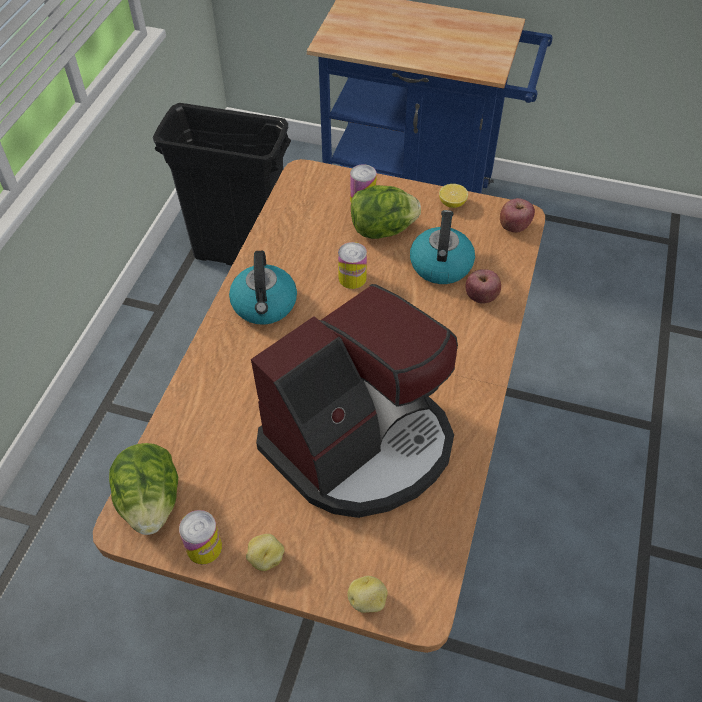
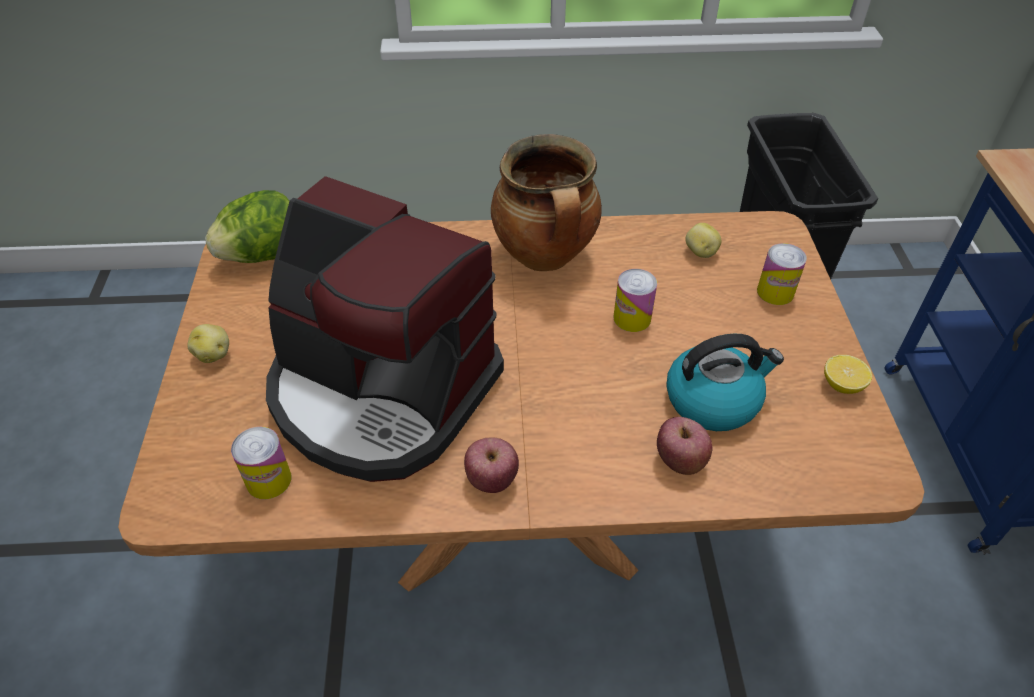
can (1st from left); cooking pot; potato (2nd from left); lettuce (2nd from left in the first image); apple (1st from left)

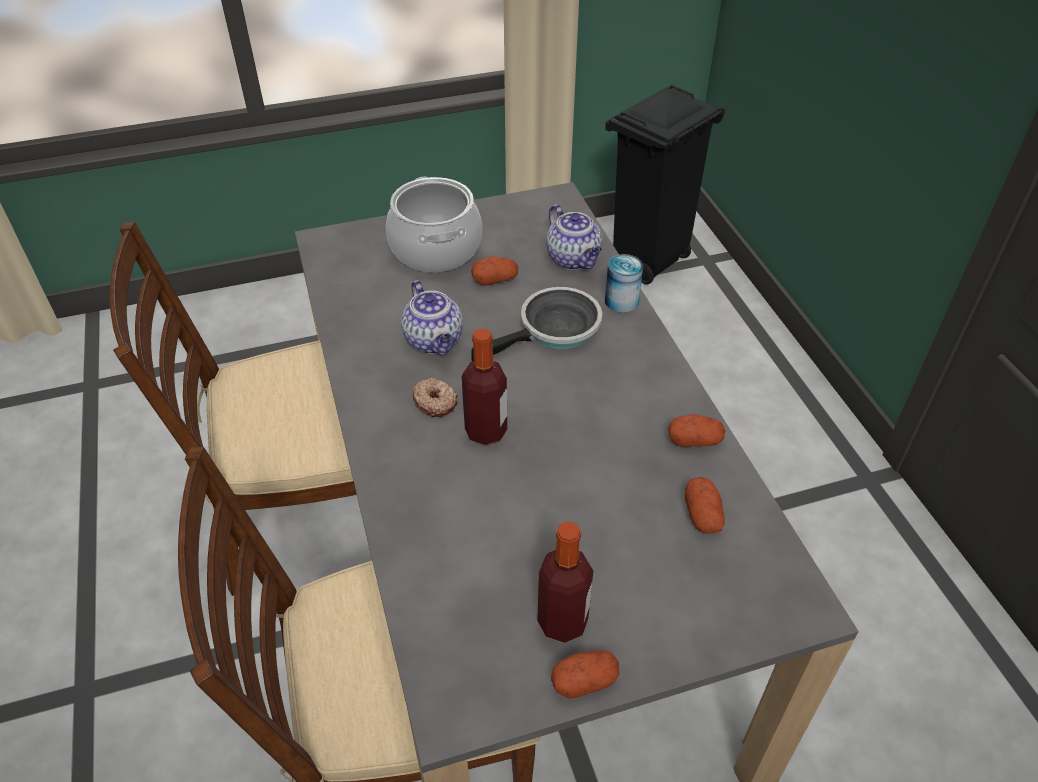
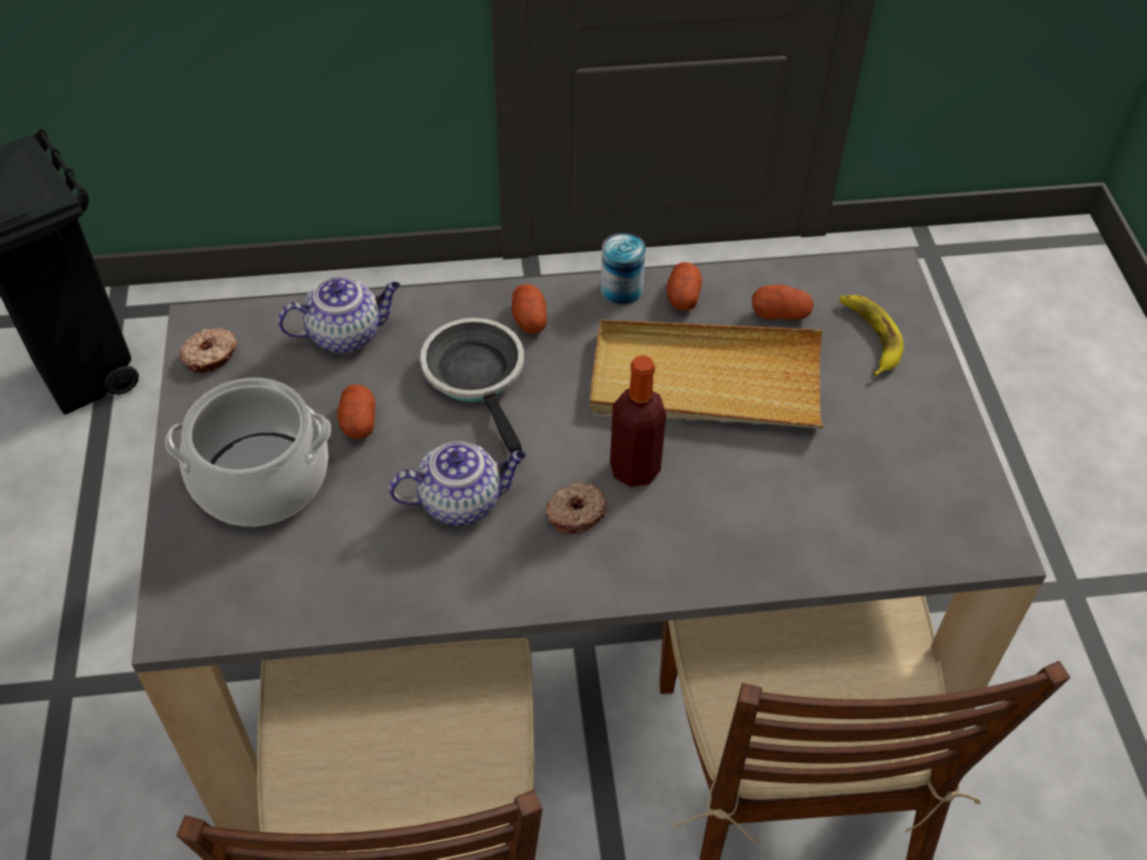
bottle (2nd from left in the first image); potato (2nd from left); can; donut (1st from left); tray in beige; banana

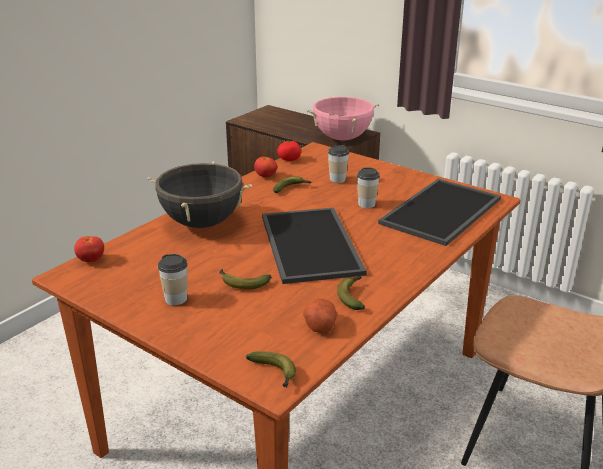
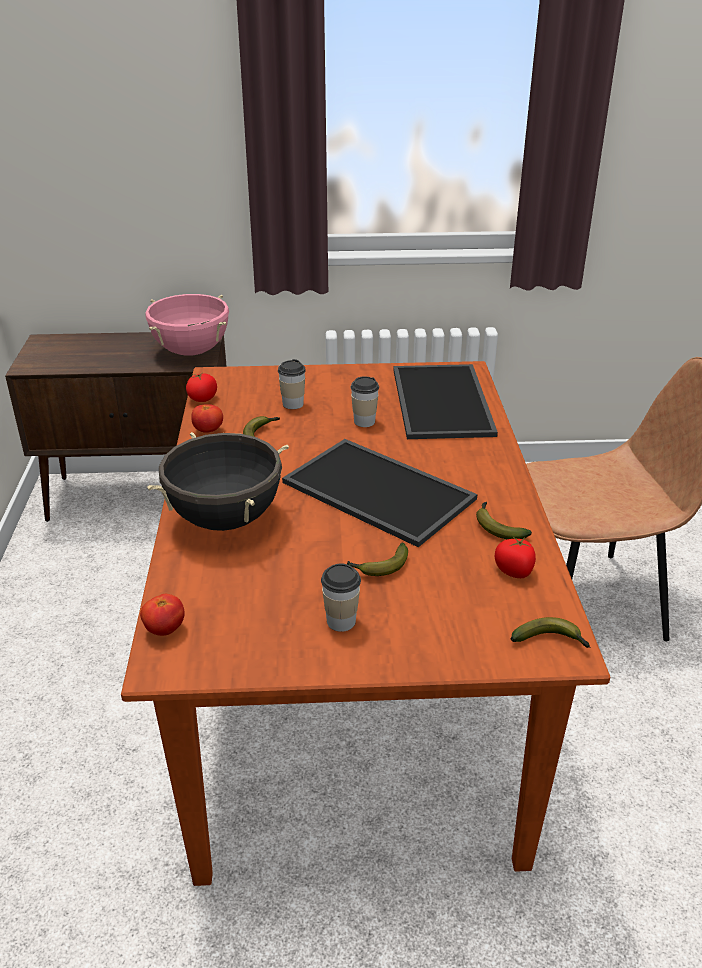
tomato (4th from left)

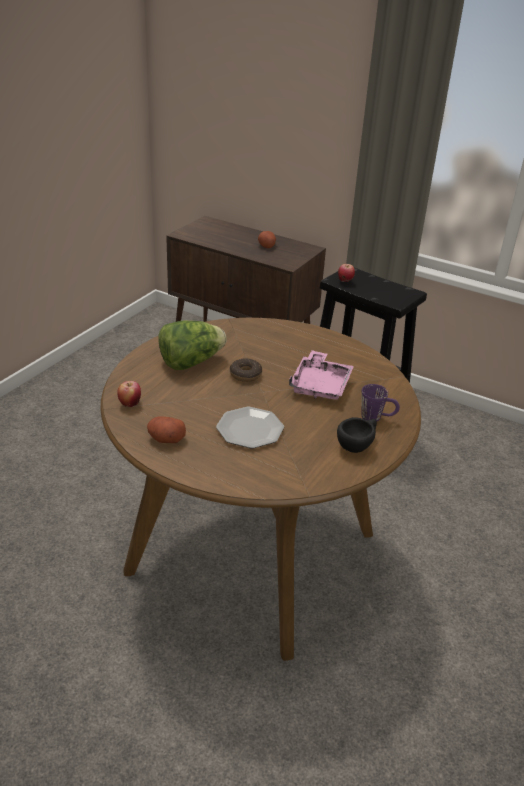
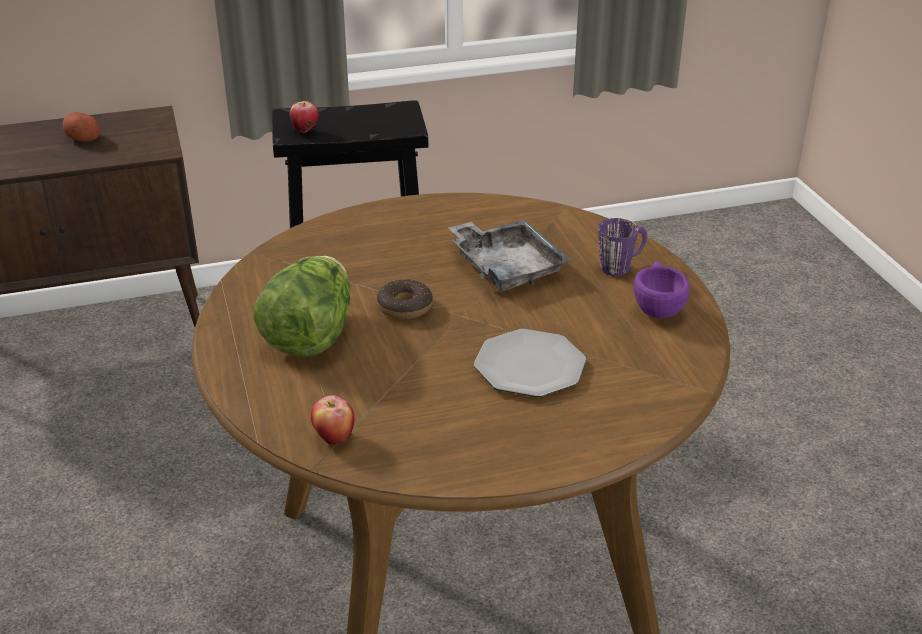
potato (1st from left in the first image); tray in grey; cup in purple

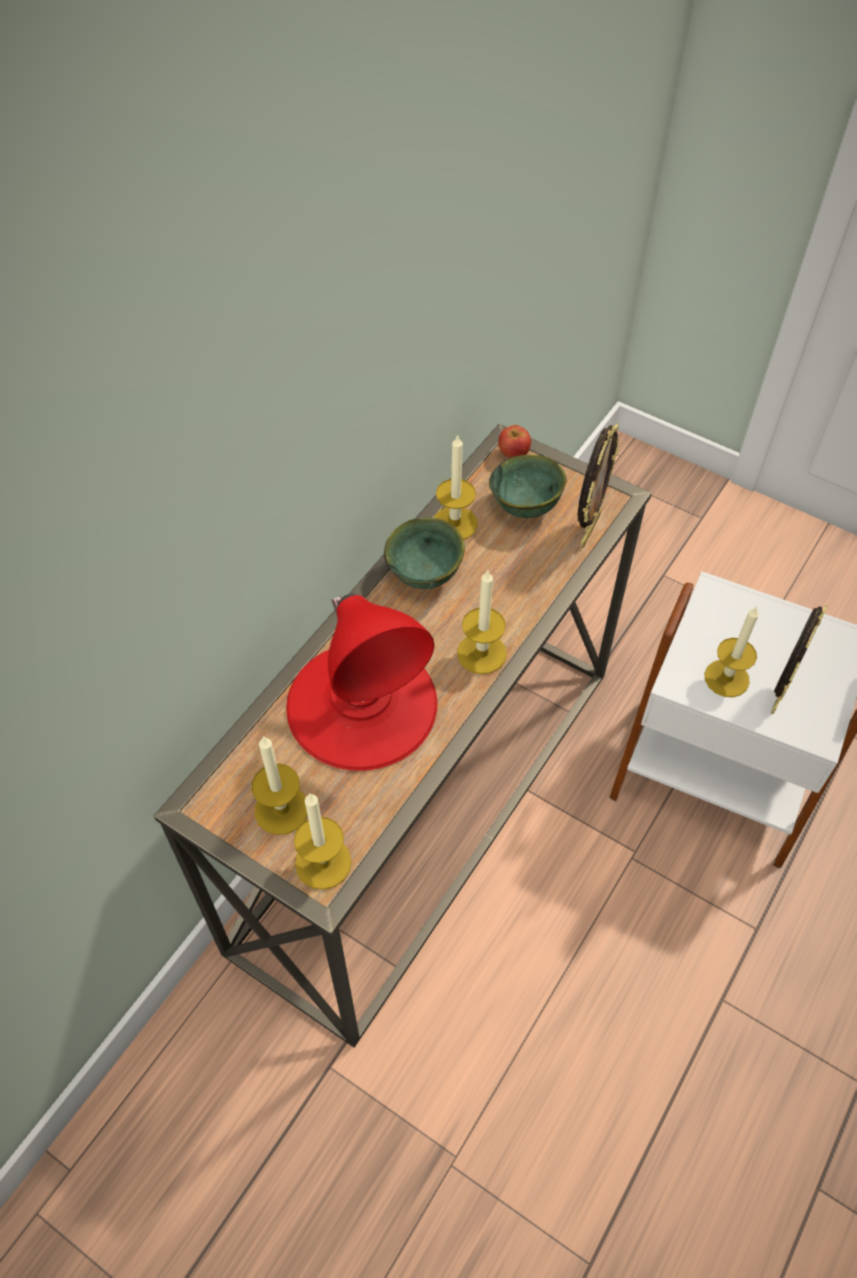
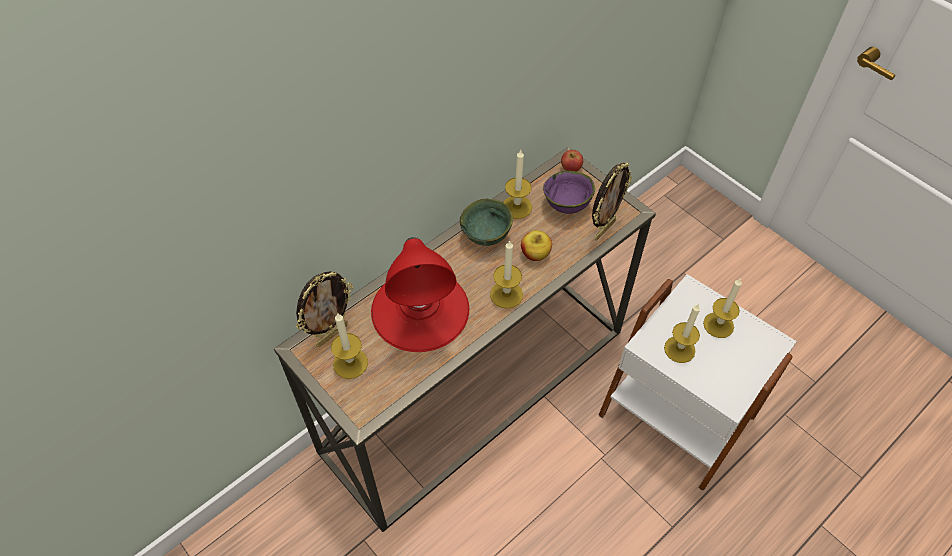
candle (5th from left); bowl in purple; picture frame (1st from left); apple (1st from left)

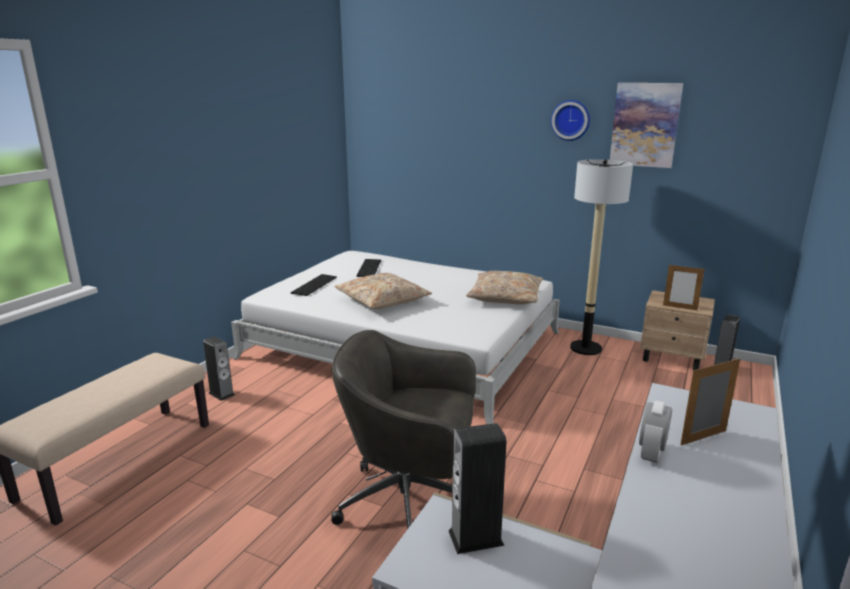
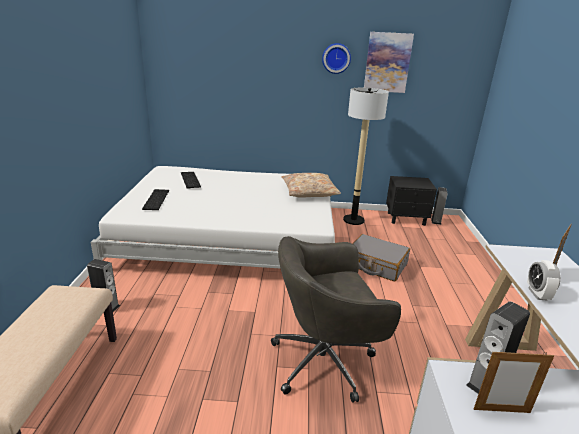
pillow in beige (1st from left in the first image); nightstand in black; picture frame (1st from left); suitcase in grey

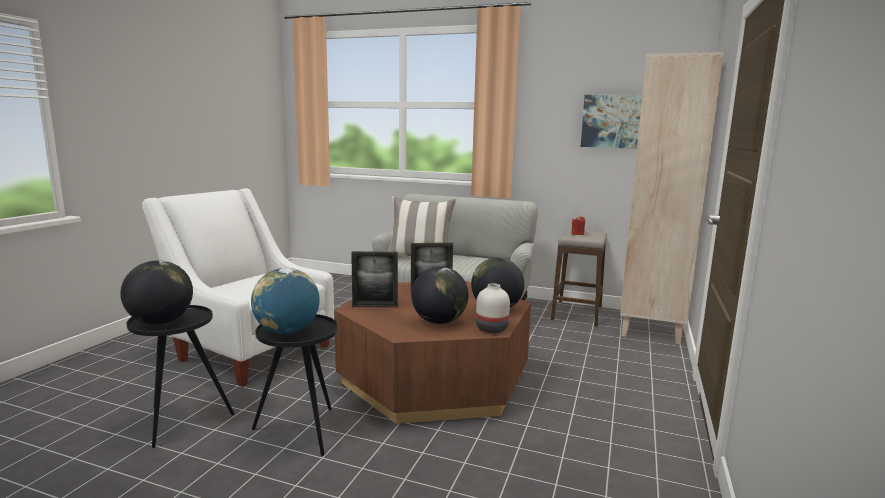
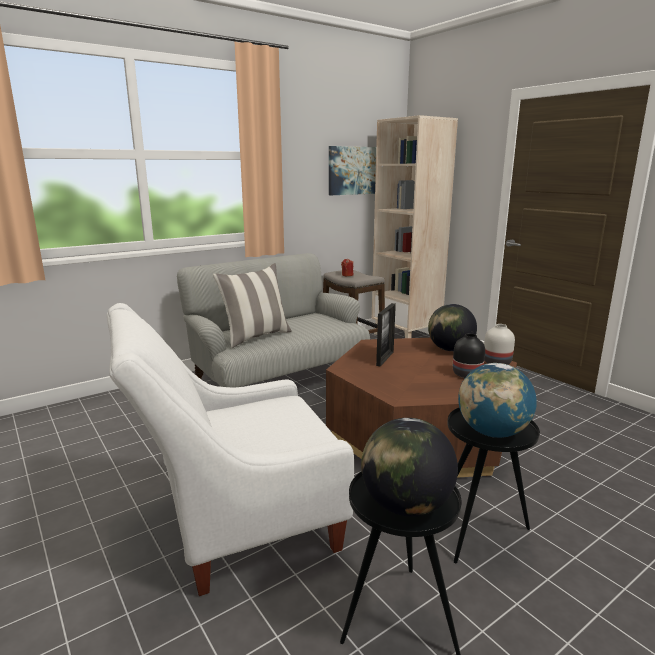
picture frame (1st from left in the first image); vase in black

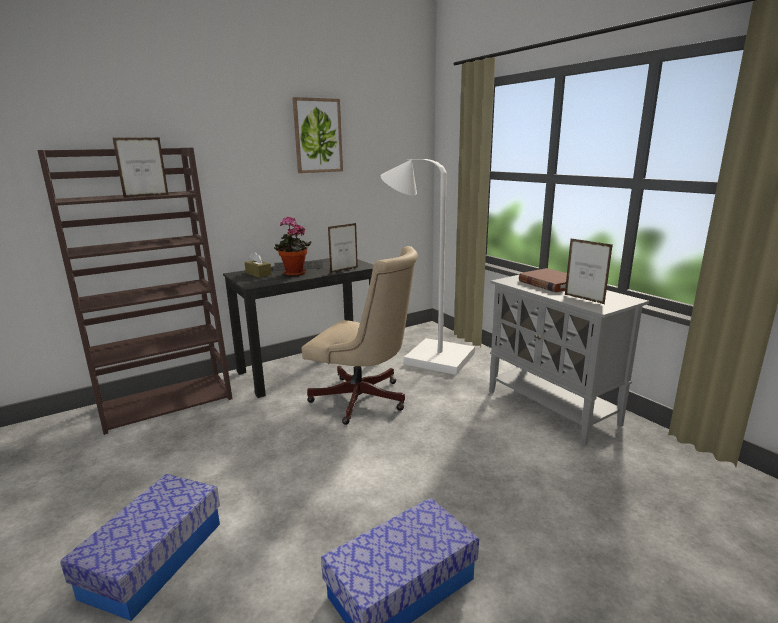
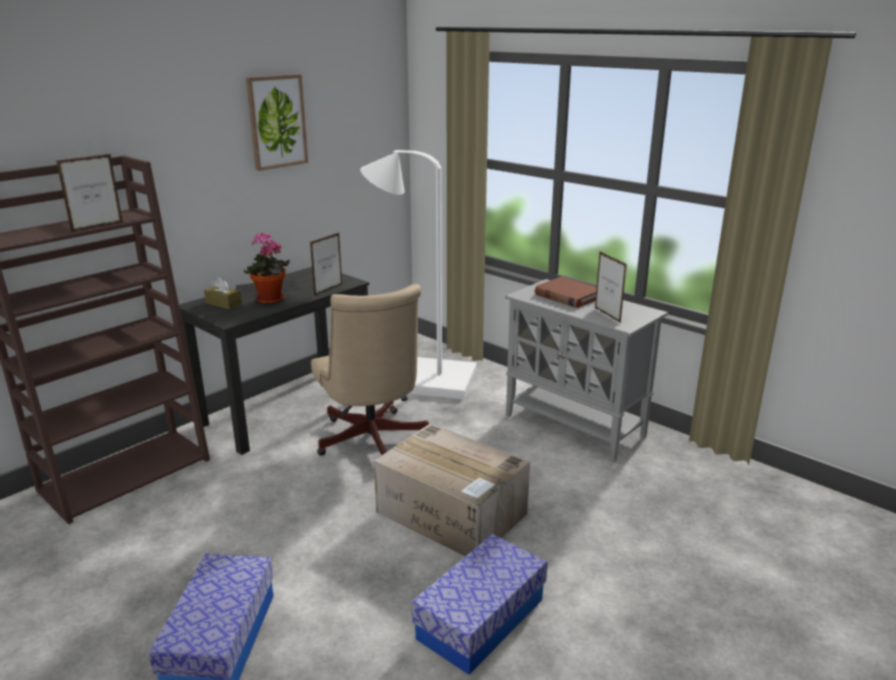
office chair in beige; picture frame (3rd from left); cardboard box

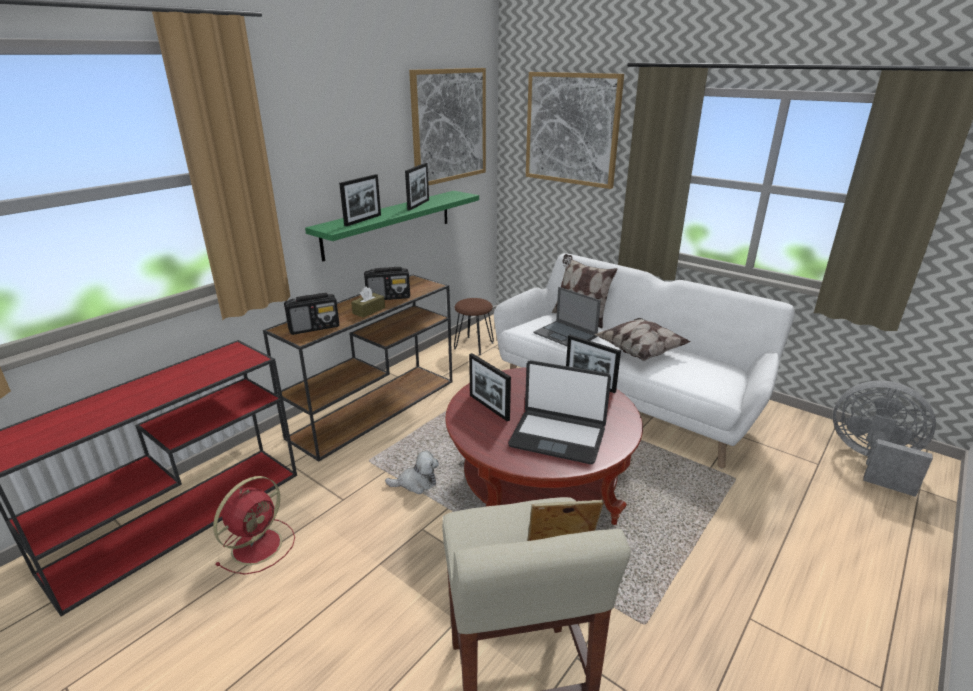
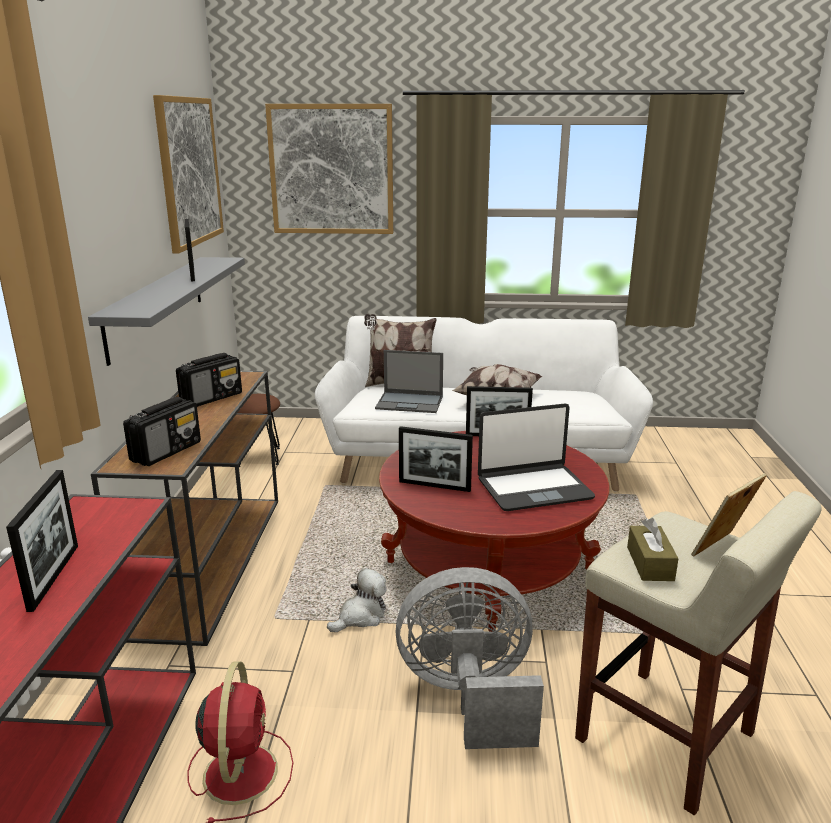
shelf in grey; picture frame (1st from left); tissue box in brown; fan in grey

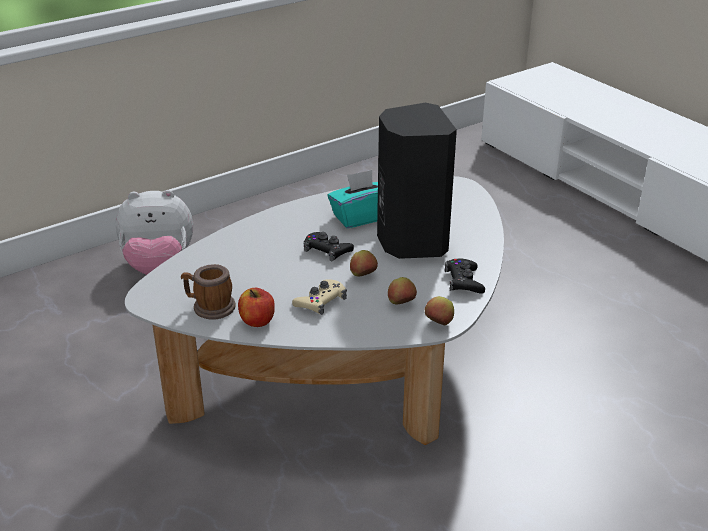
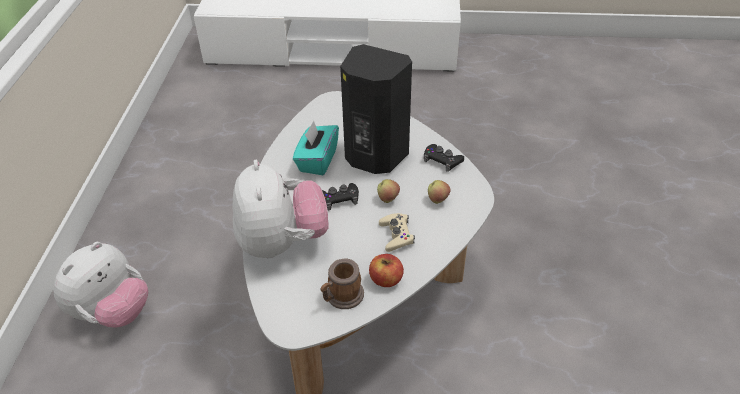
apple (4th from left in the first image); plush toy (2nd from left)

